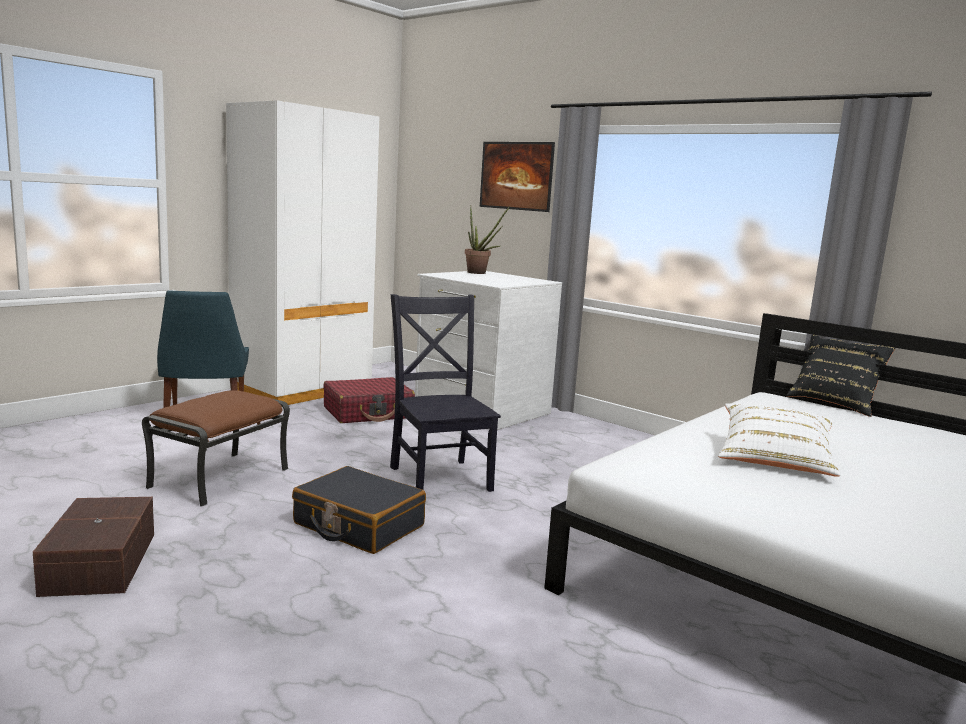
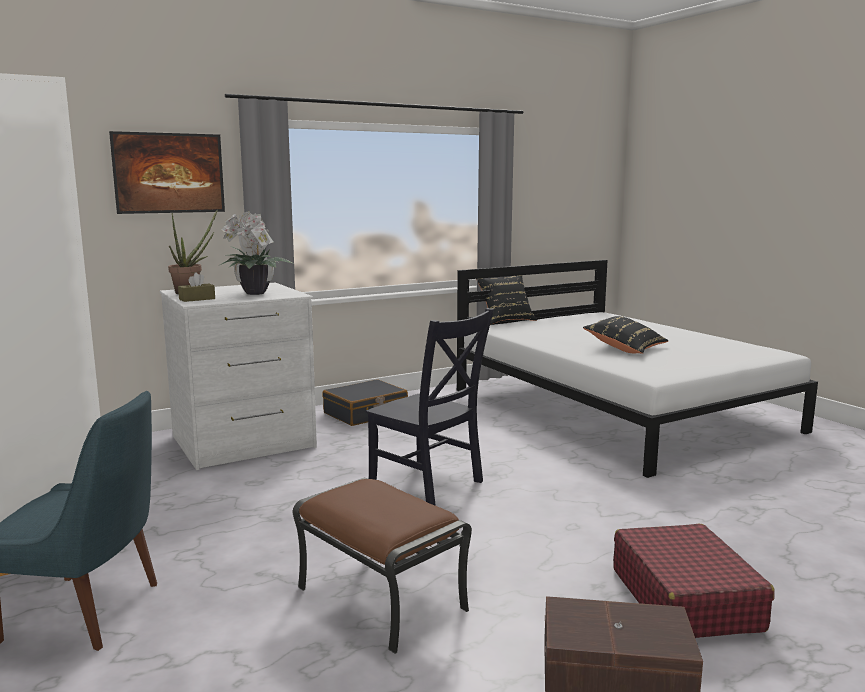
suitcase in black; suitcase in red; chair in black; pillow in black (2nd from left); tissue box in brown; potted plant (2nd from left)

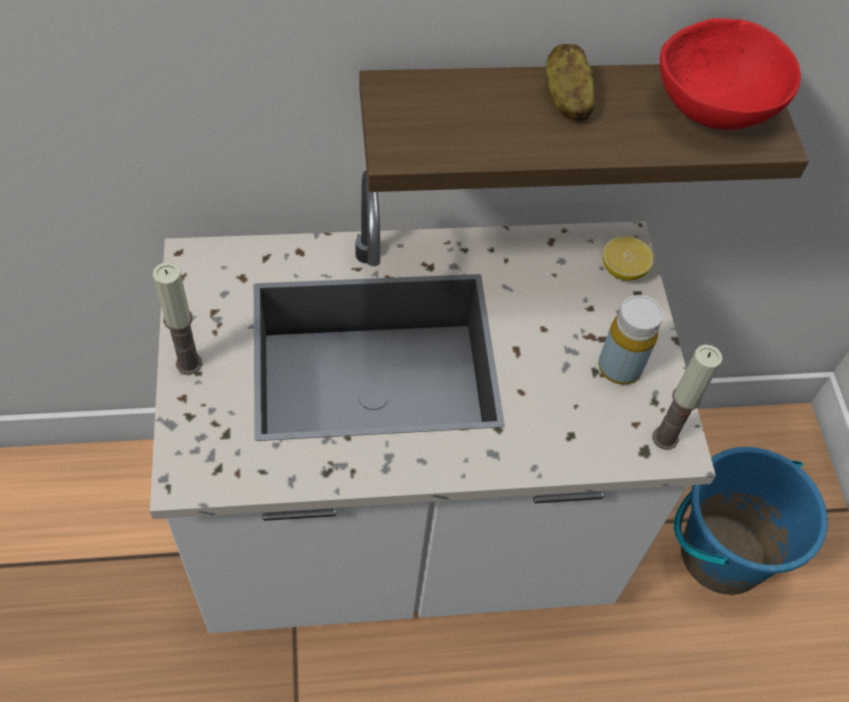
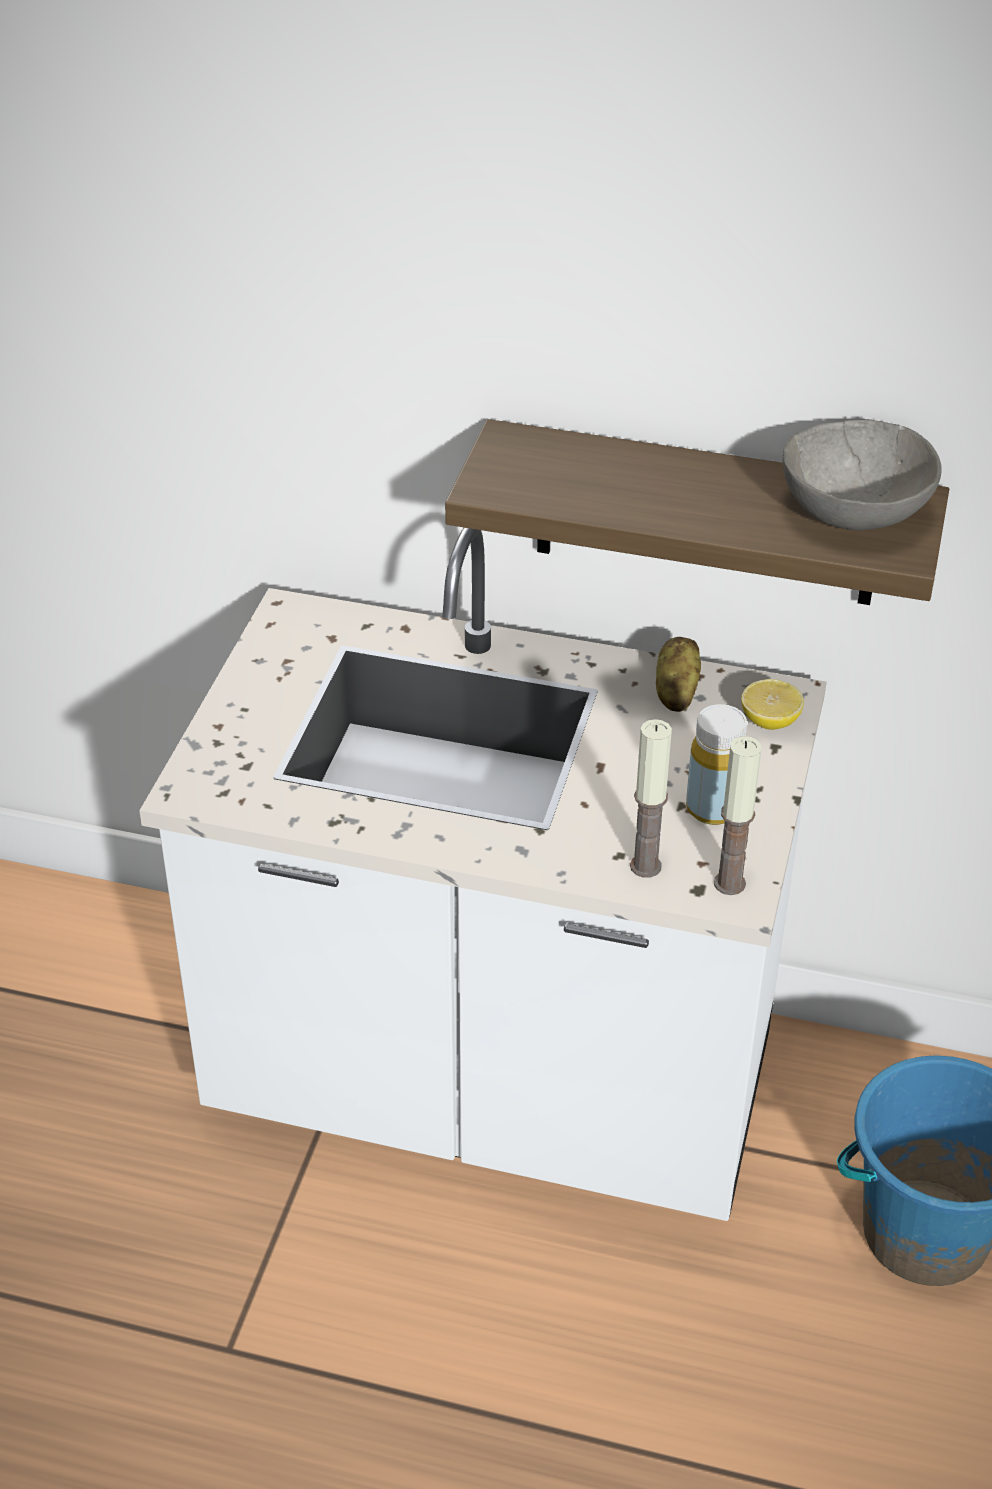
candle (1st from left); potato; bowl in grey

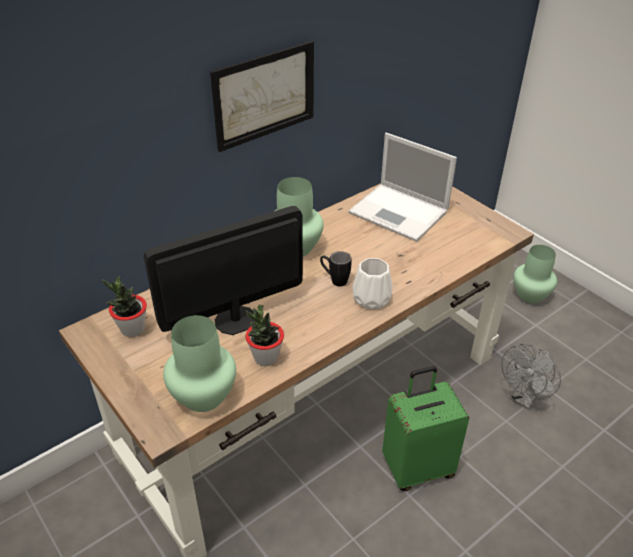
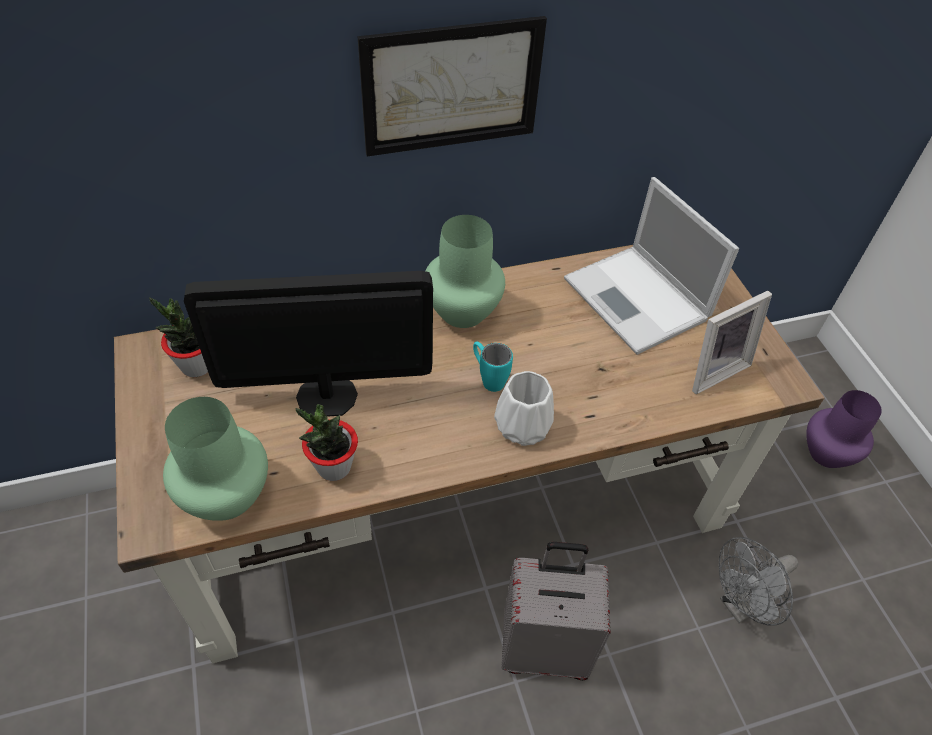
mug in turquoise; suitcase in grey; vase in purple; picture frame

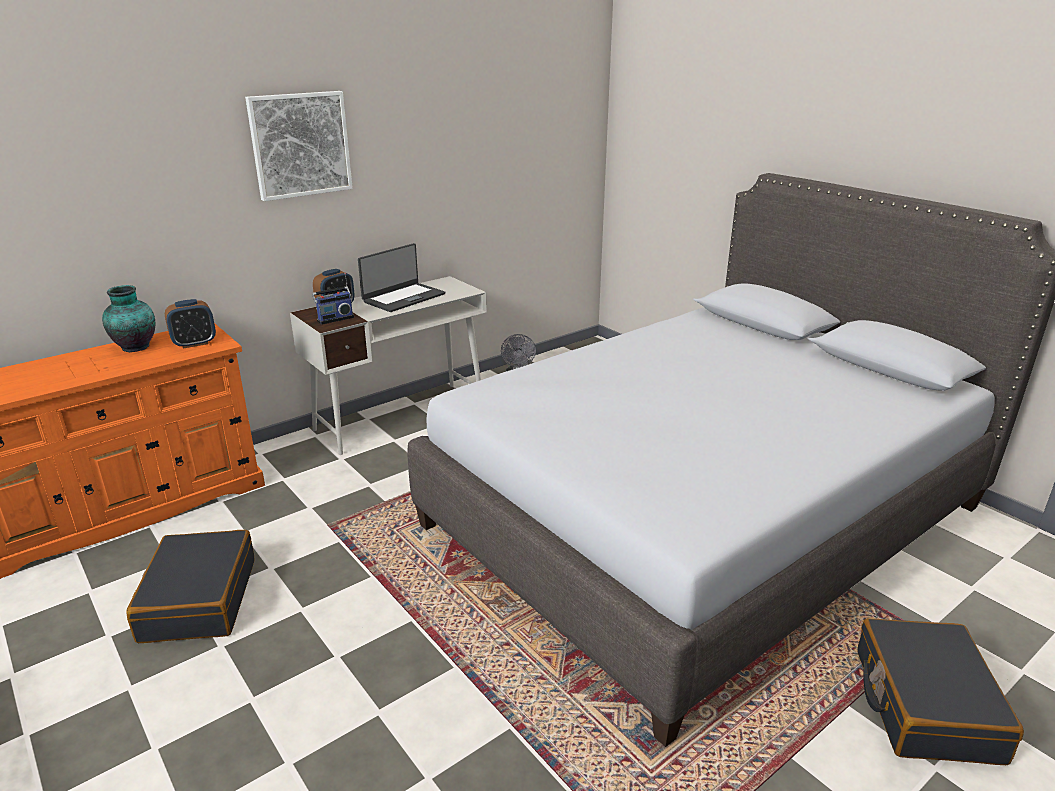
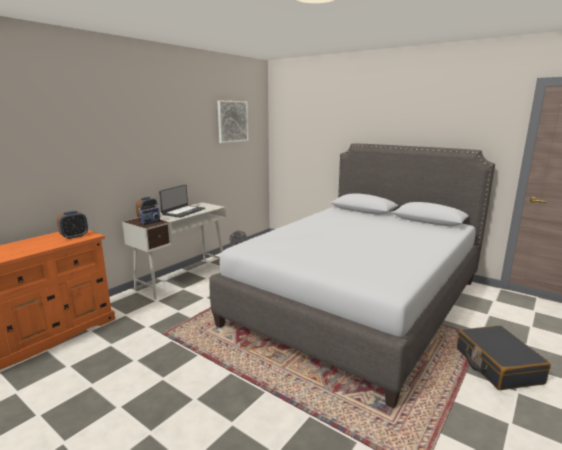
vase; suitcase in black (1st from left in the first image); picture

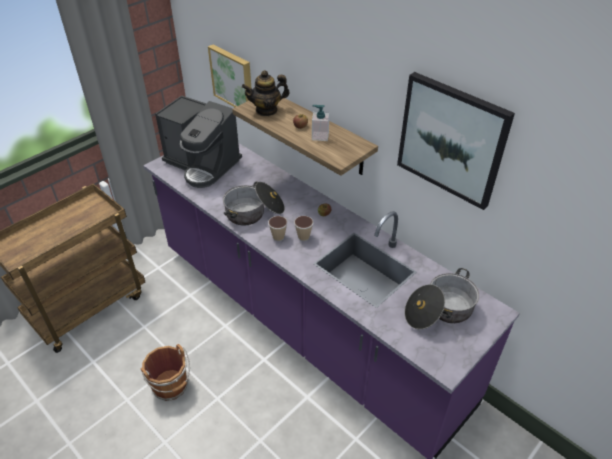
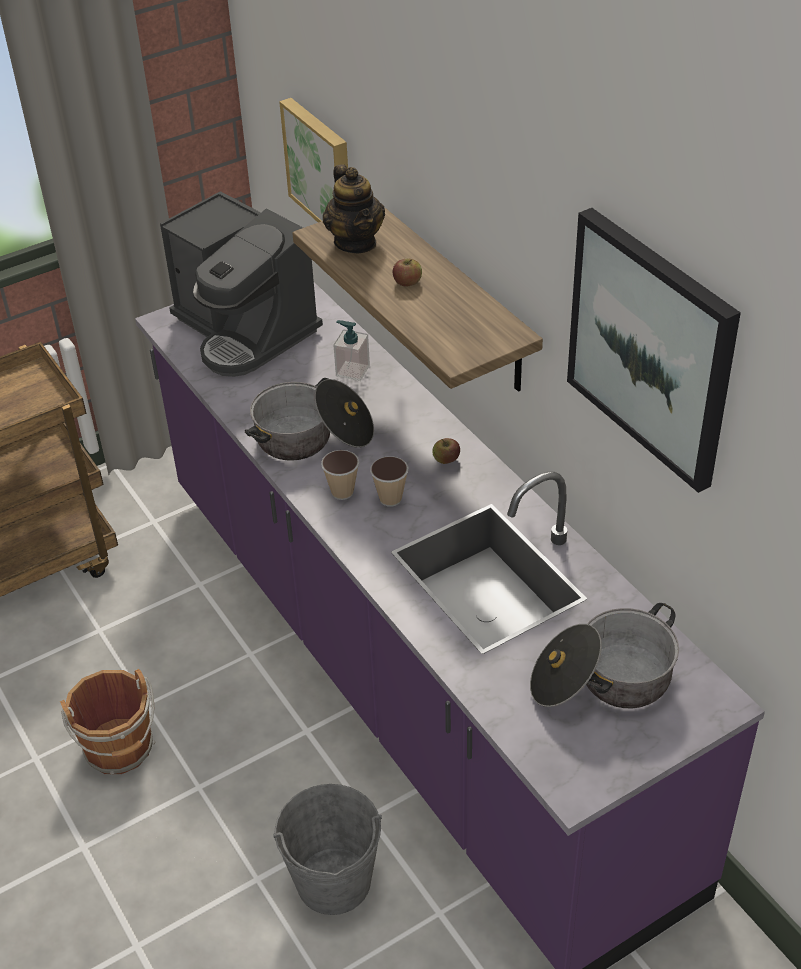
teapot; soap dispenser; bucket in grey

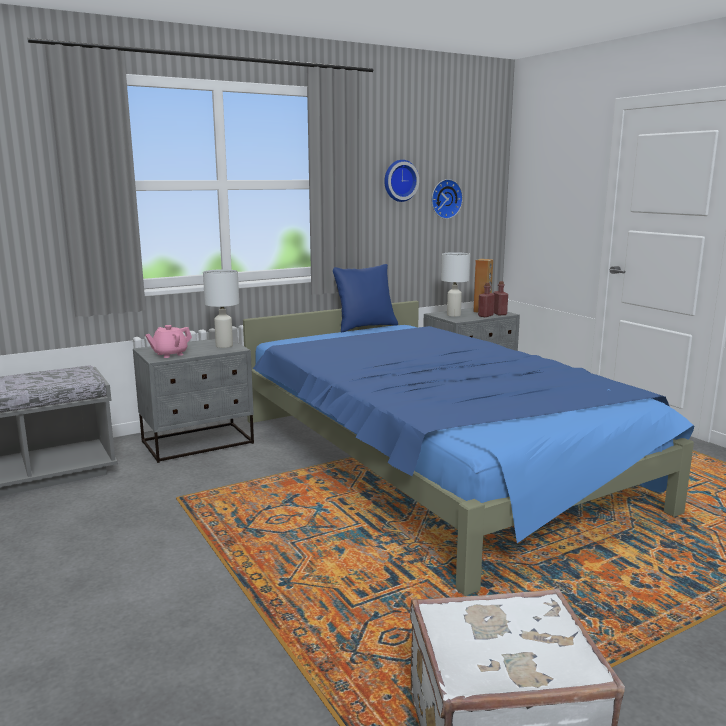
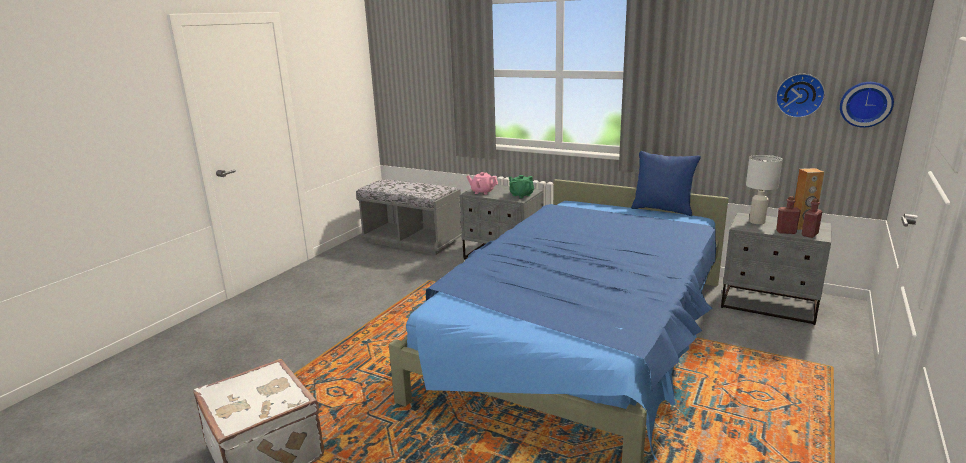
teapot in green; wall clock (2nd from left)

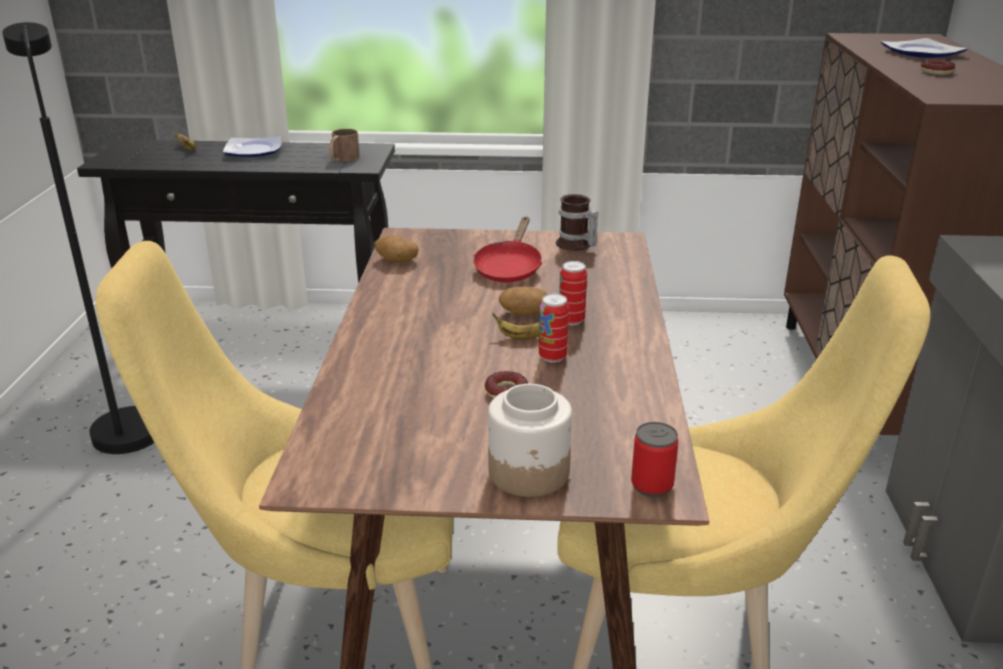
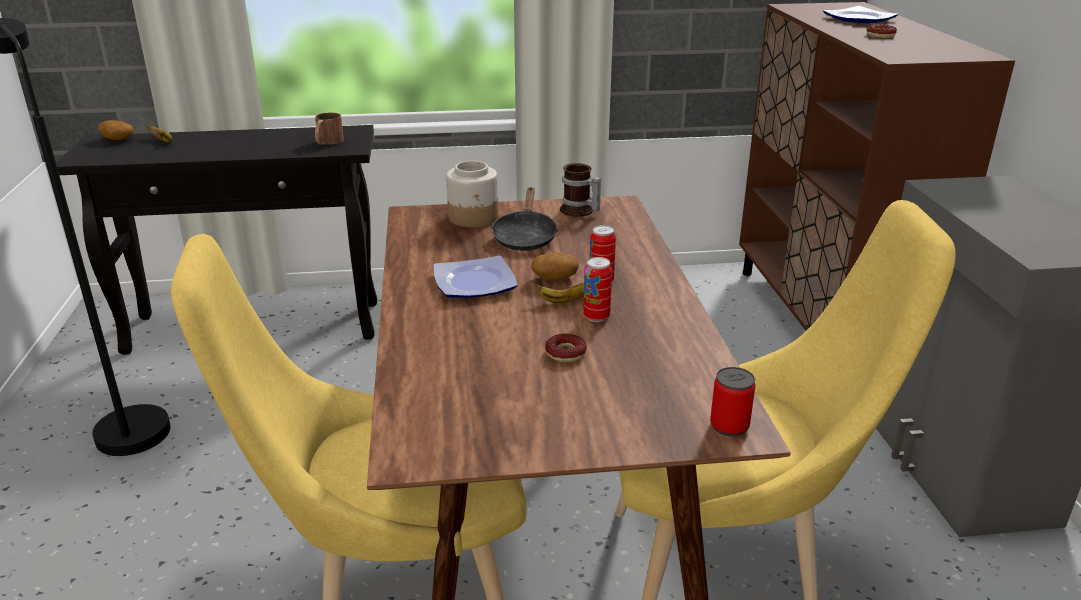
plate (1st from left); potato (1st from left); frying pan in black; jar

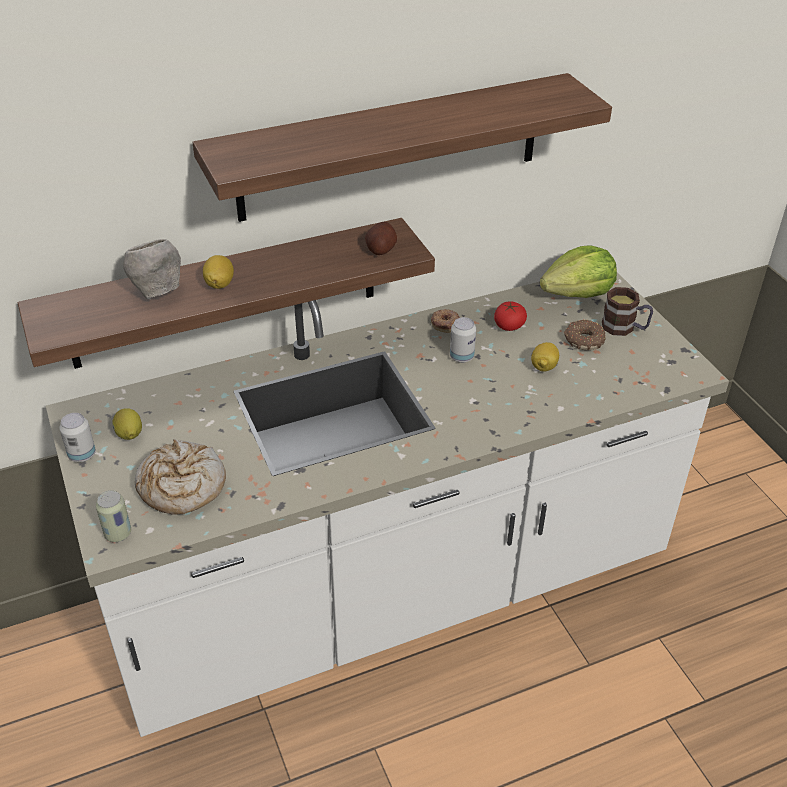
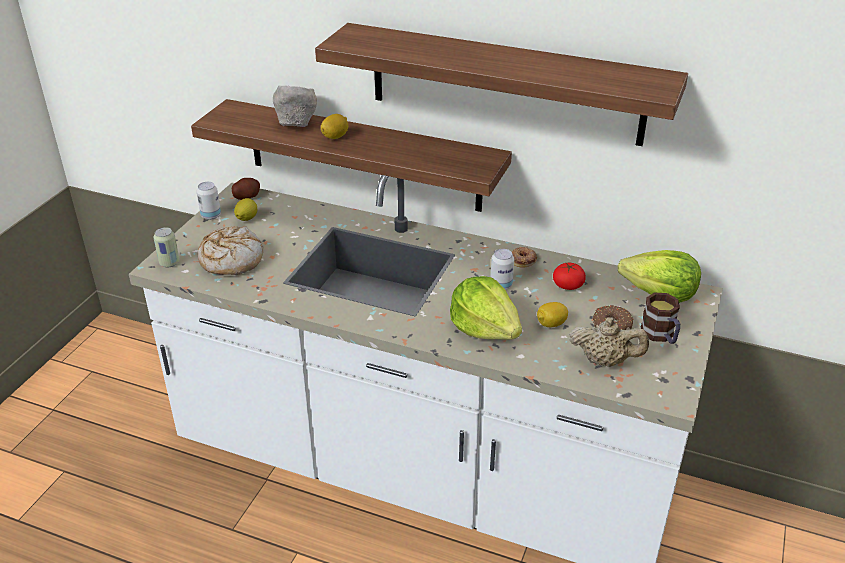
potato; lettuce (1st from left); teapot in beige

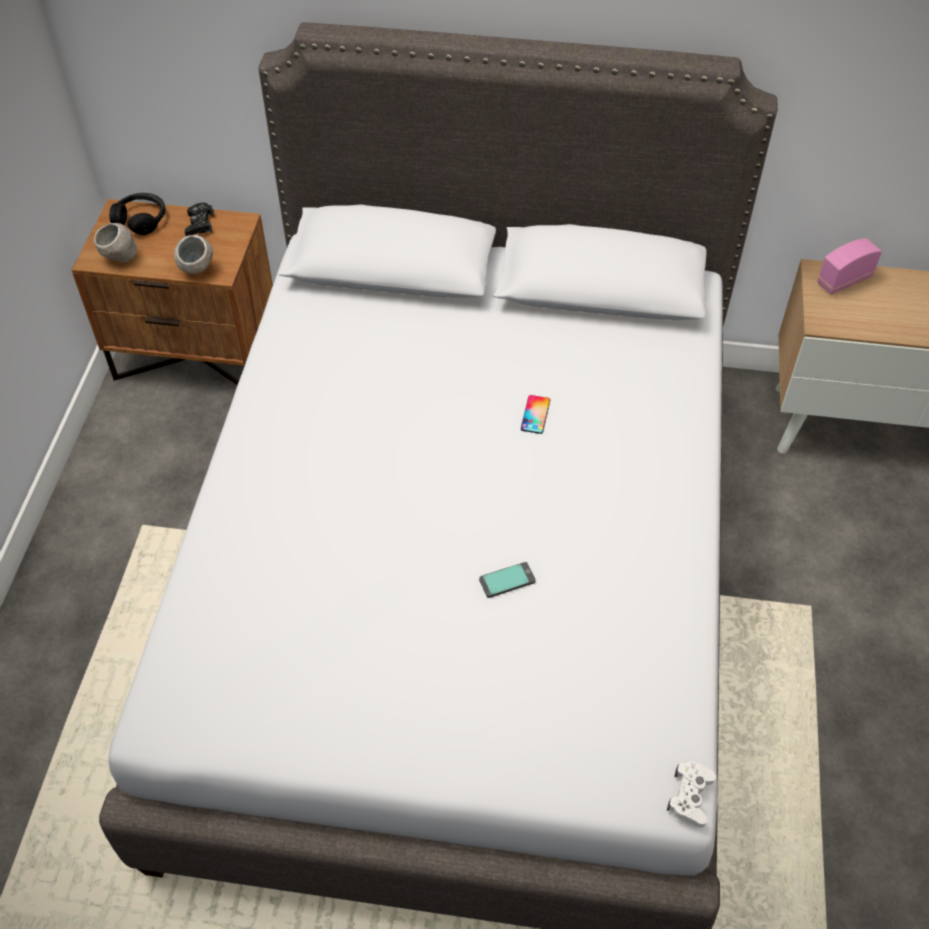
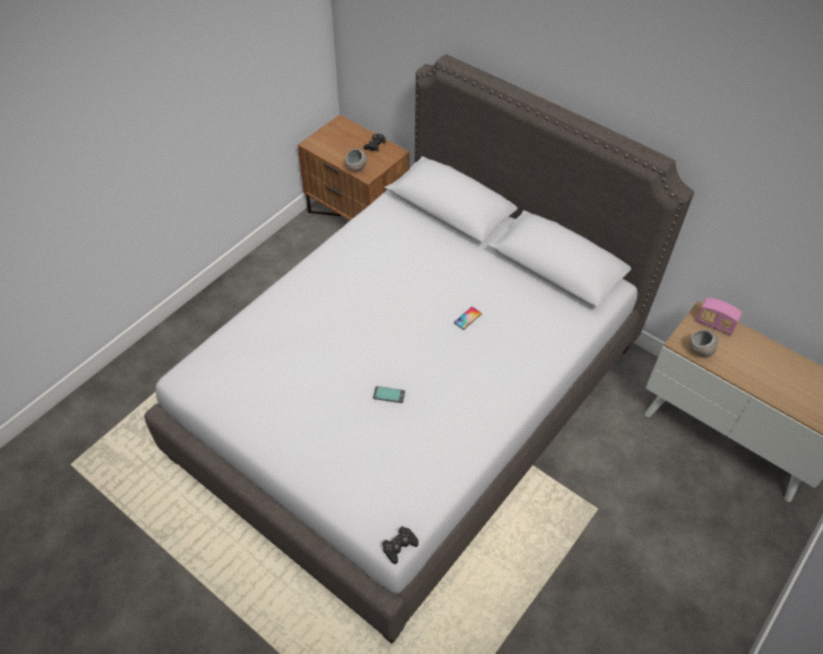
bowl in grey (2nd from left); headphones in black; game controller in black (2nd from left); radio

